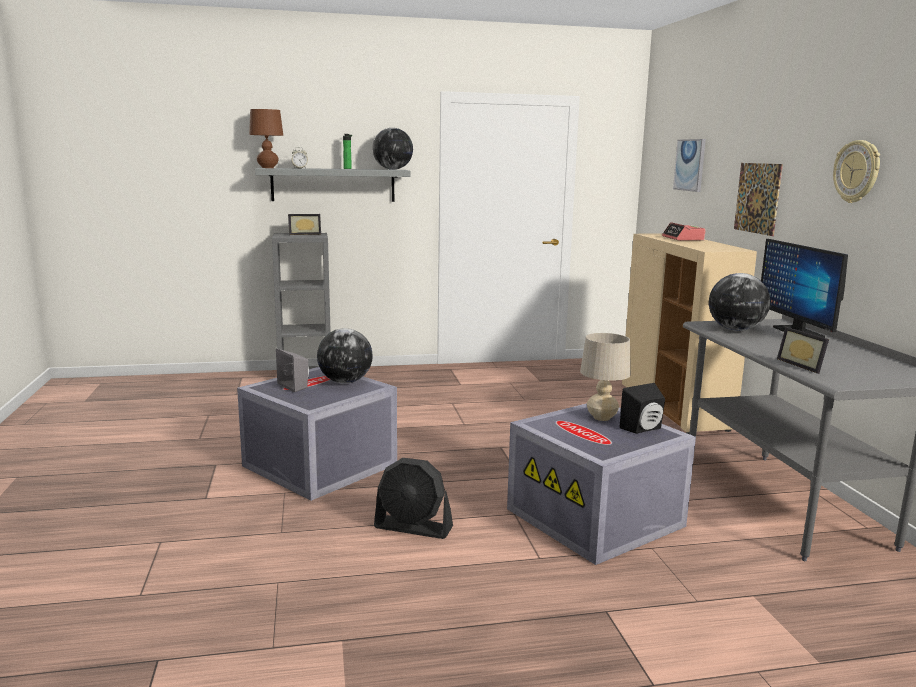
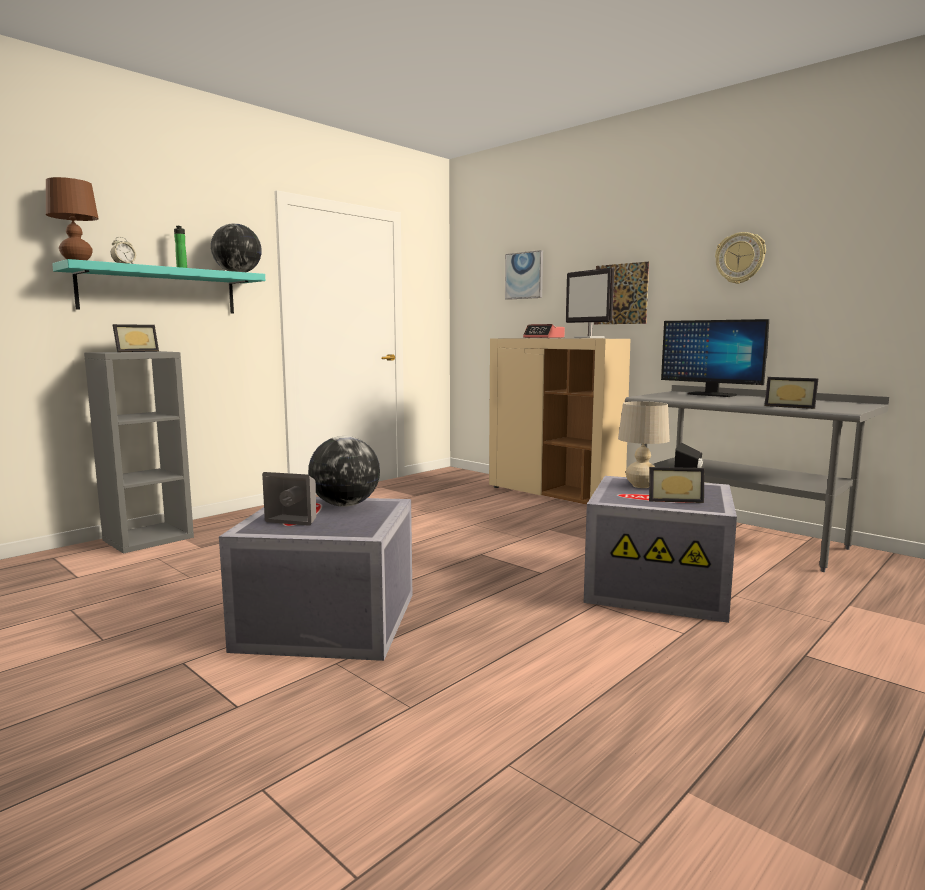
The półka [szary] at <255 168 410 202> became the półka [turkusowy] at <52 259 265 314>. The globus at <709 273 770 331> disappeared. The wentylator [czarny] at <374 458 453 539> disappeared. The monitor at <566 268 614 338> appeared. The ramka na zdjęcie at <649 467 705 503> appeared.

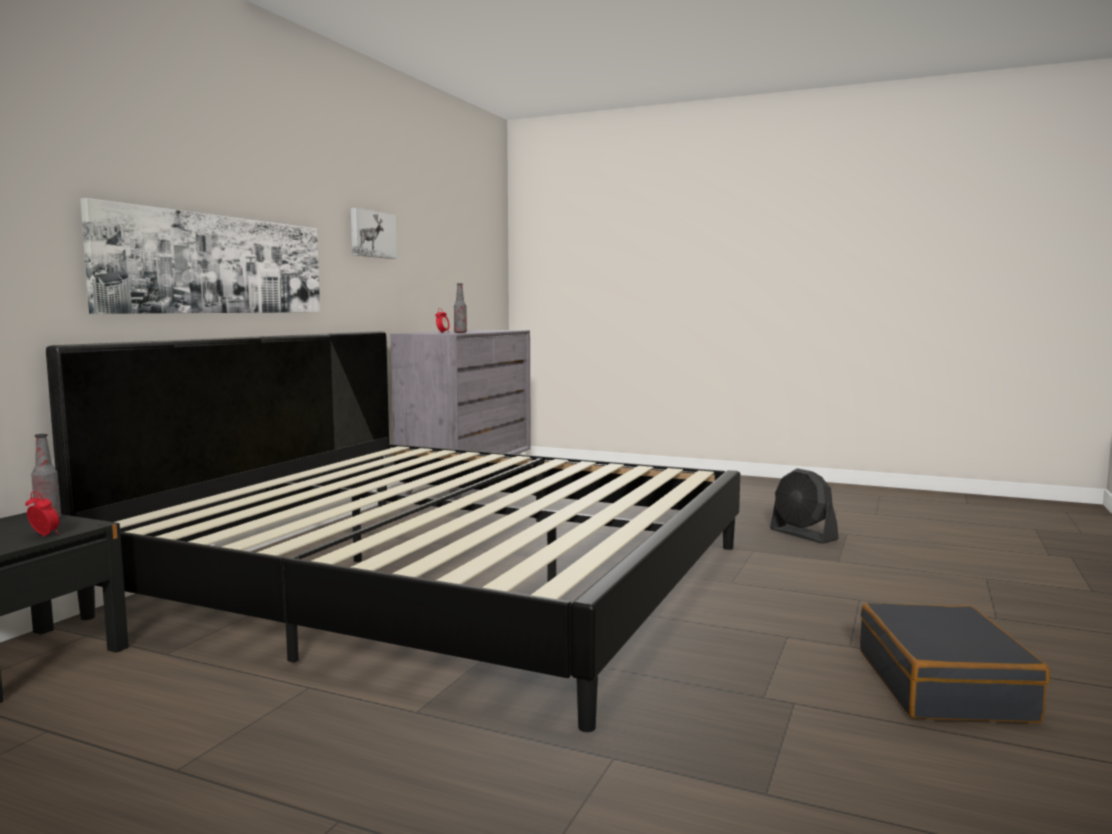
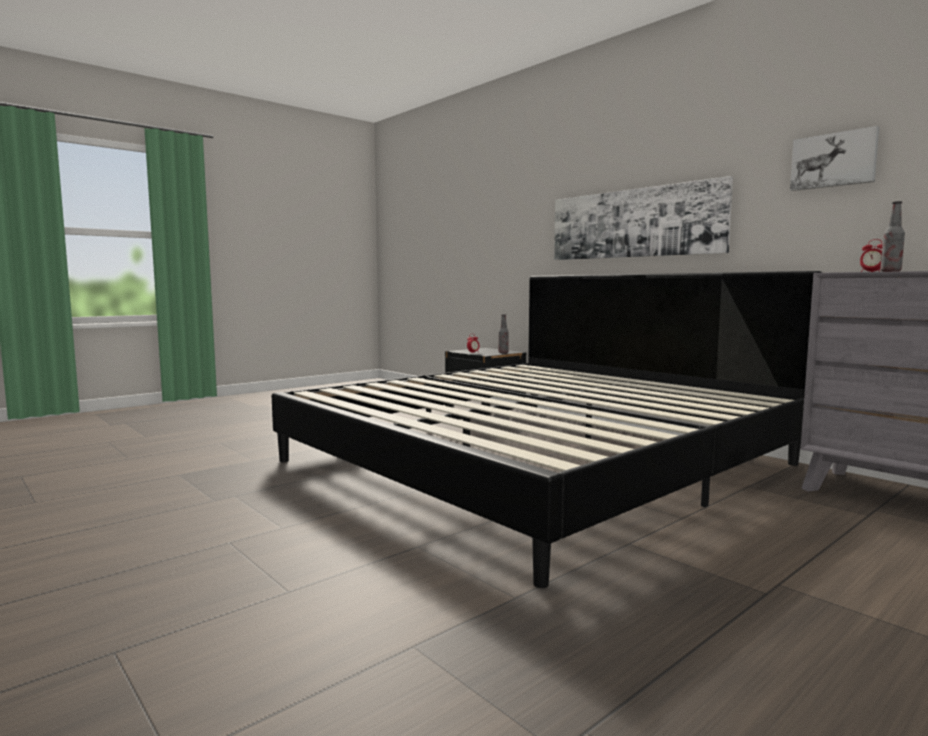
The wentylator [czarny] at <770 468 839 544> disappeared. The walizka [czarny] at <860 603 1050 723> disappeared.

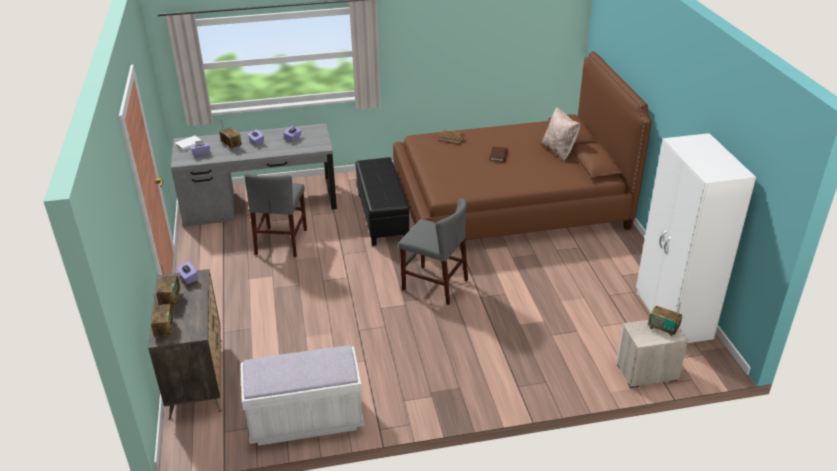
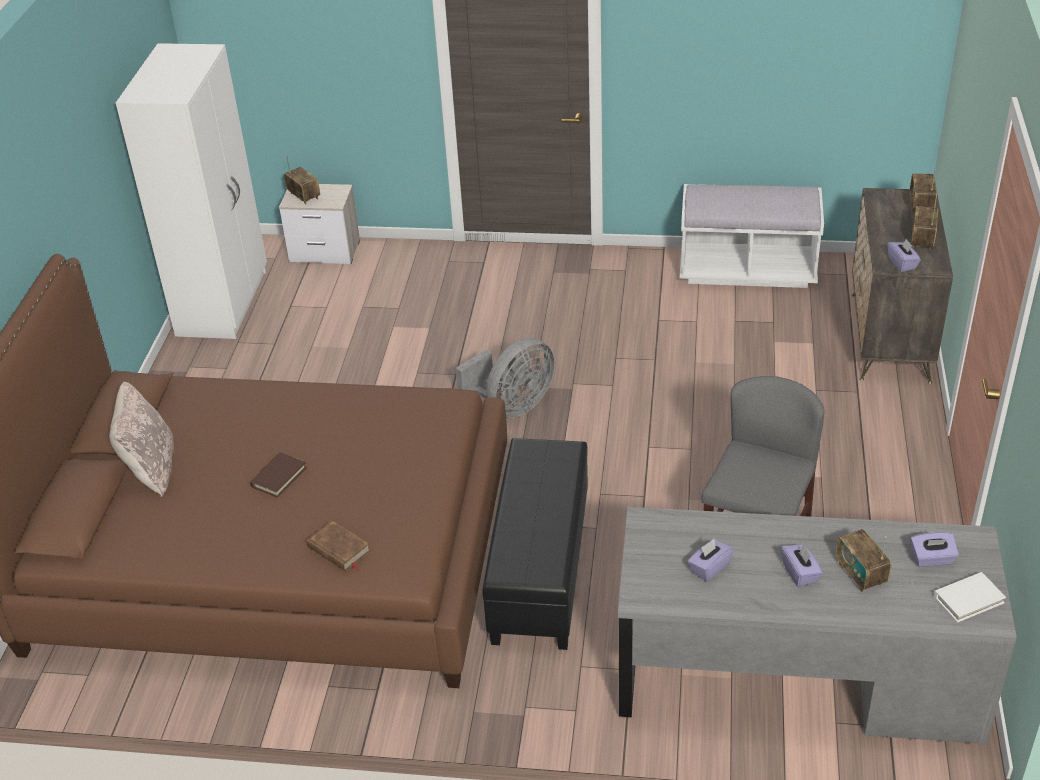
The krzesło [szary] at <399 198 468 305> was replaced by the wentylator [szary] at <456 338 555 418>.

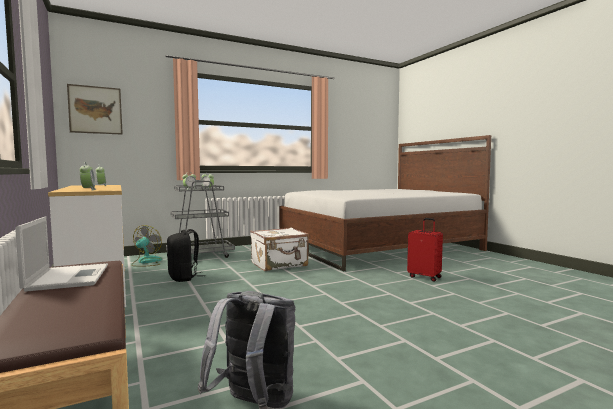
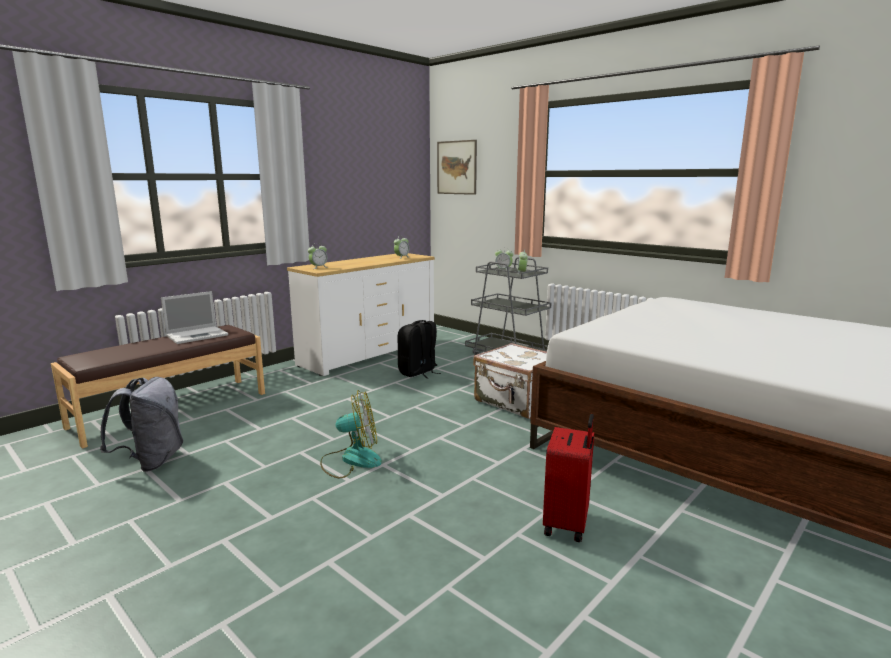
The wentylator moved from <131 225 162 267> to <320 390 382 478>.

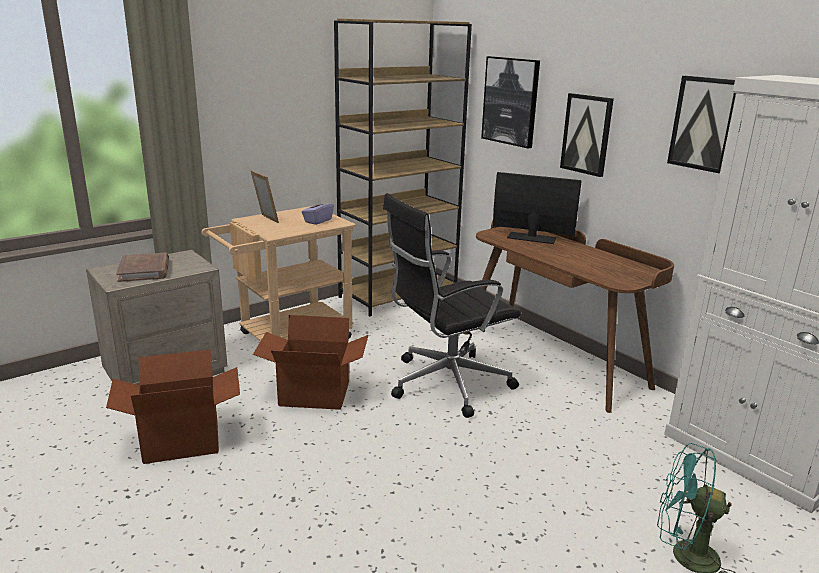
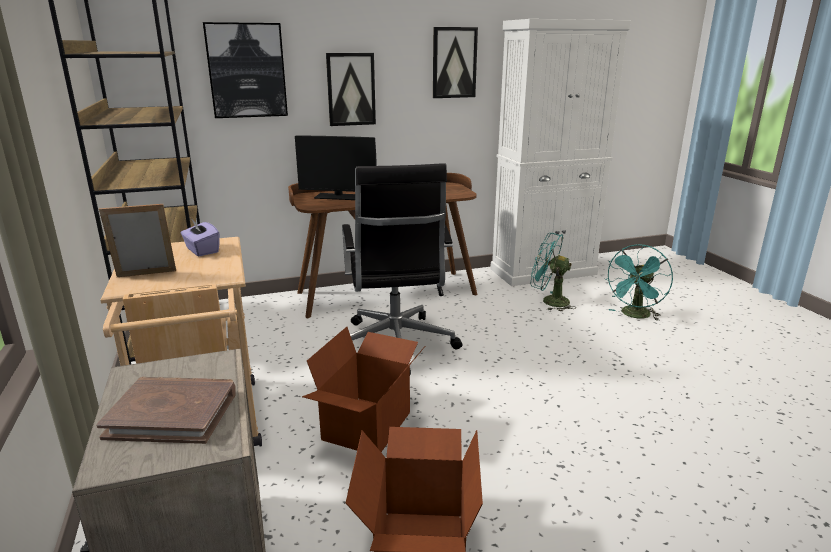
The monitor at <493 172 582 244> turned 120 degrees counterclockwise. The wentylator [turkusowy] at <531 233 576 311> appeared.

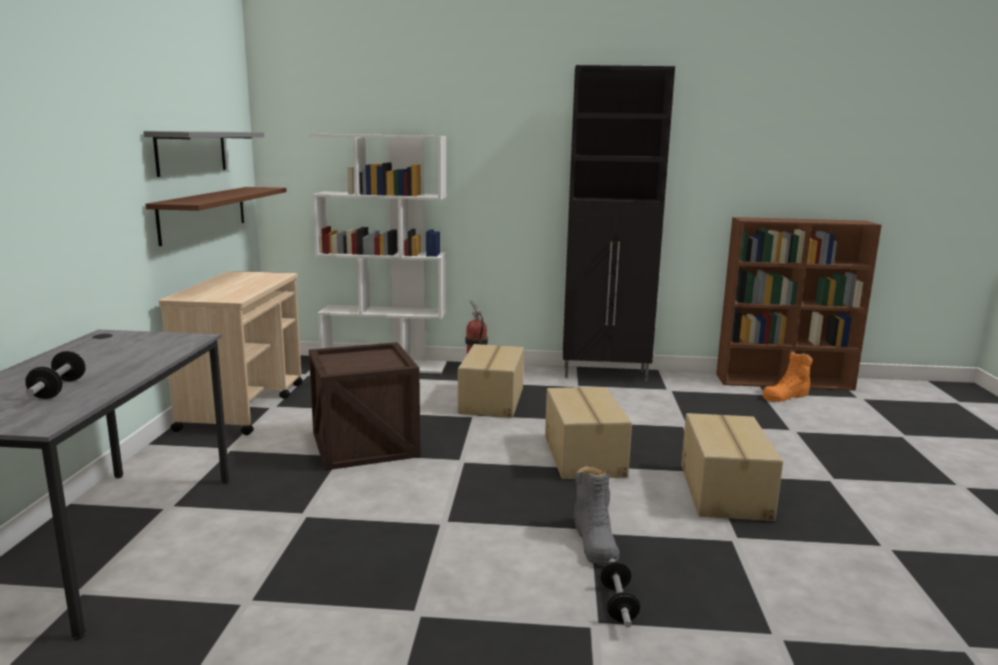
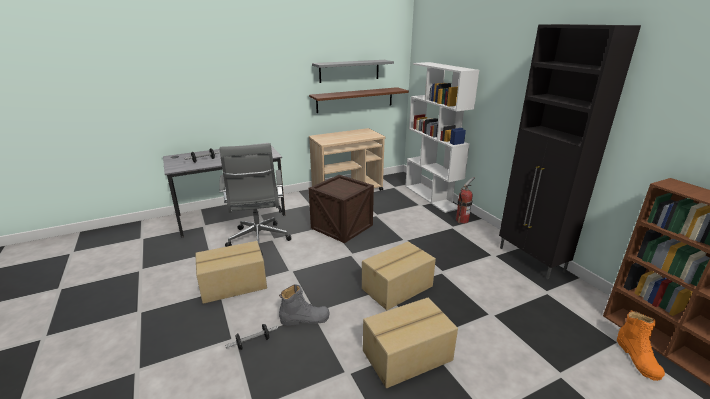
The karton moved from <458 344 524 418> to <195 241 267 304>. The but z cholewką [pomarańczowy] at <763 351 812 402> turned 120 degrees counterclockwise. The but z cholewką [szary] at <574 465 620 566> turned 150 degrees counterclockwise. The krzesło biurowe [szary] at <219 143 292 255> appeared.

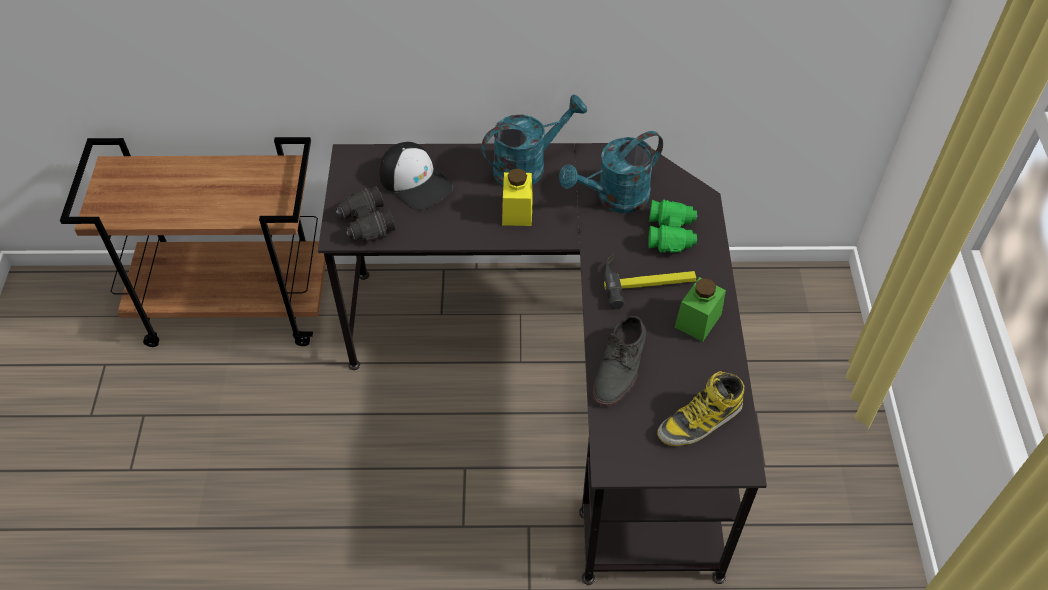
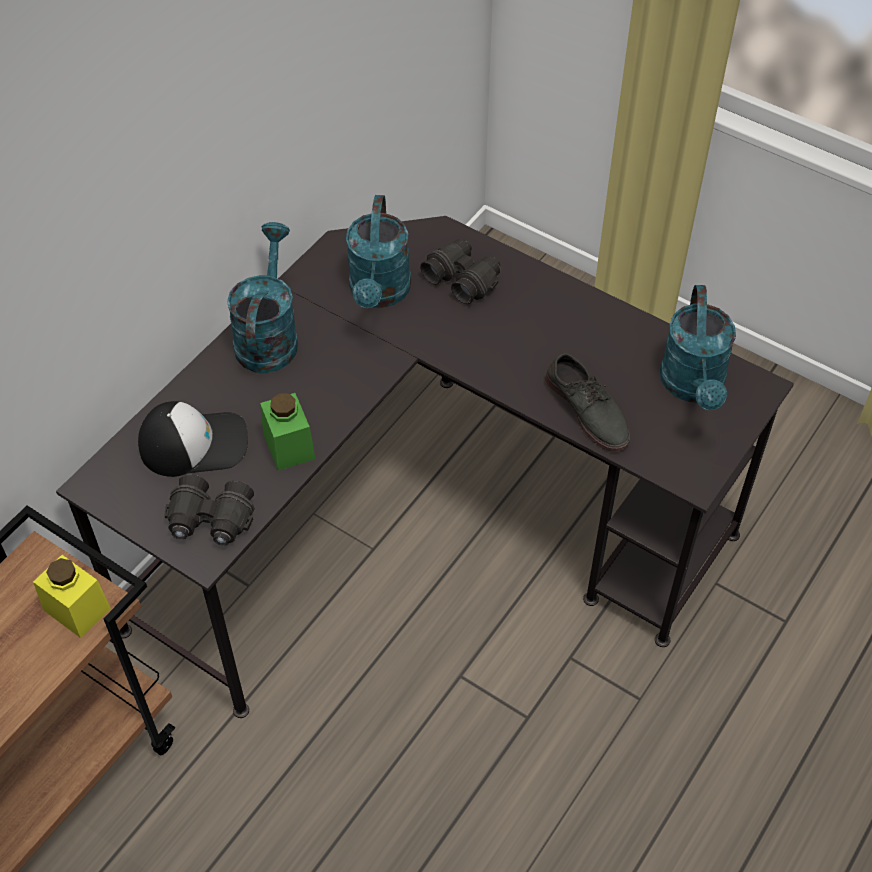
The słoik [żółty] moved from <502 168 533 226> to <33 555 111 638>. The lornetka [zielony] at <648 200 697 253> became the lornetka [czarny] at <420 239 500 304>. The młotek at <604 254 696 309> disappeared. The słoik [zielony] moved from <675 277 726 342> to <260 393 316 471>. The but z cholewką at <657 371 745 446> was replaced by the konewka [turkusowy] at <660 285 736 410>.

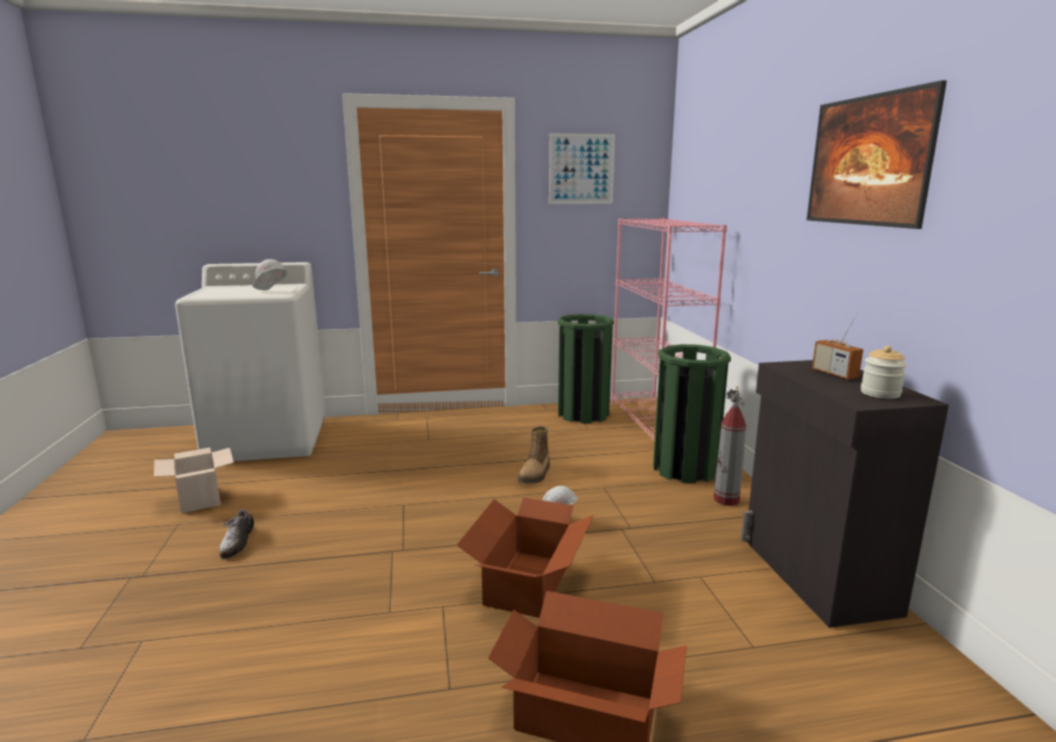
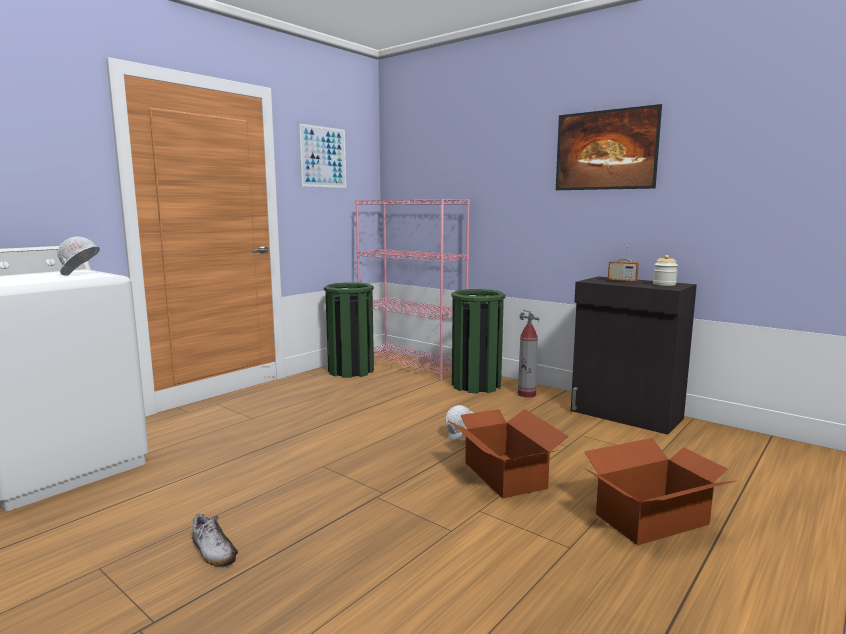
The but z cholewką at <518 426 550 484> disappeared. The karton at <154 447 234 513> disappeared.

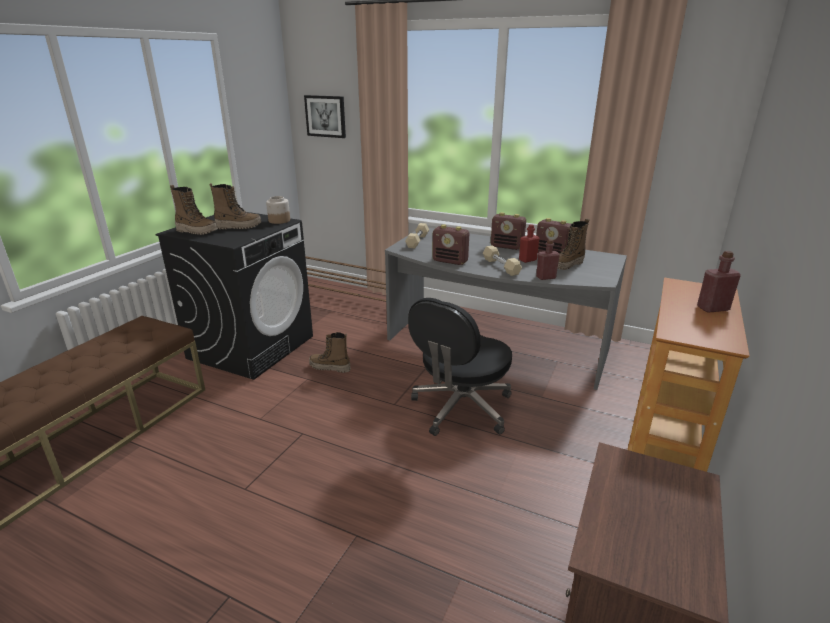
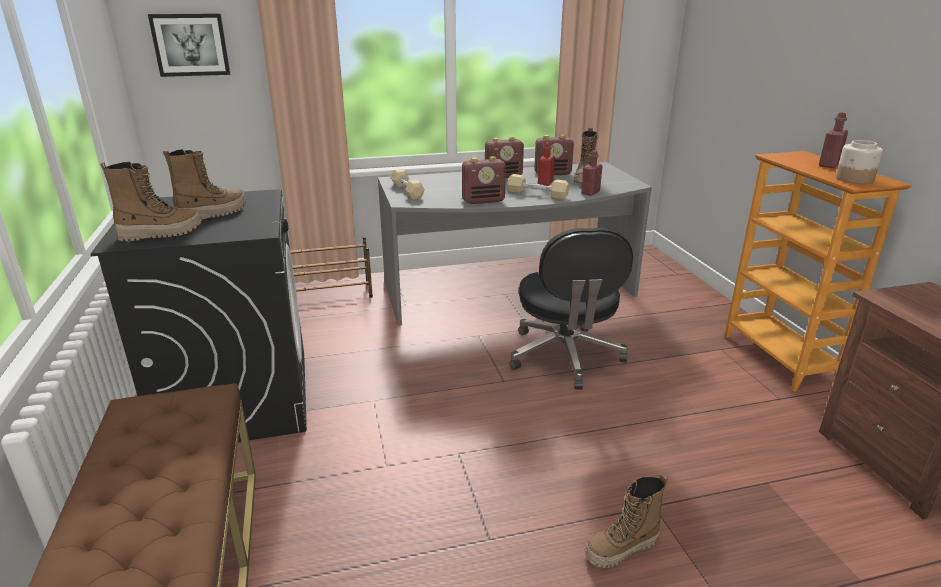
The słoik moved from <266 196 290 224> to <836 140 883 184>. The but z cholewką moved from <309 332 351 373> to <585 474 668 568>.

